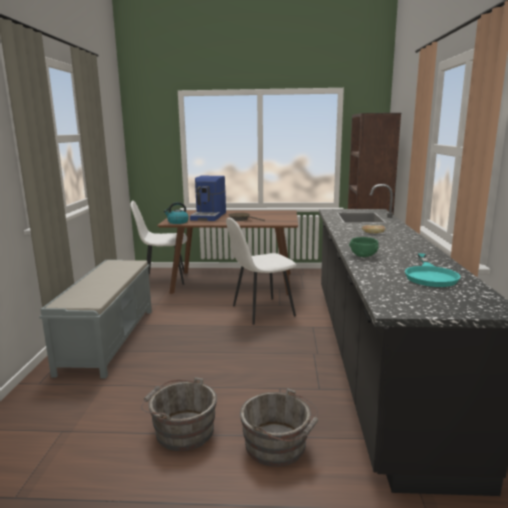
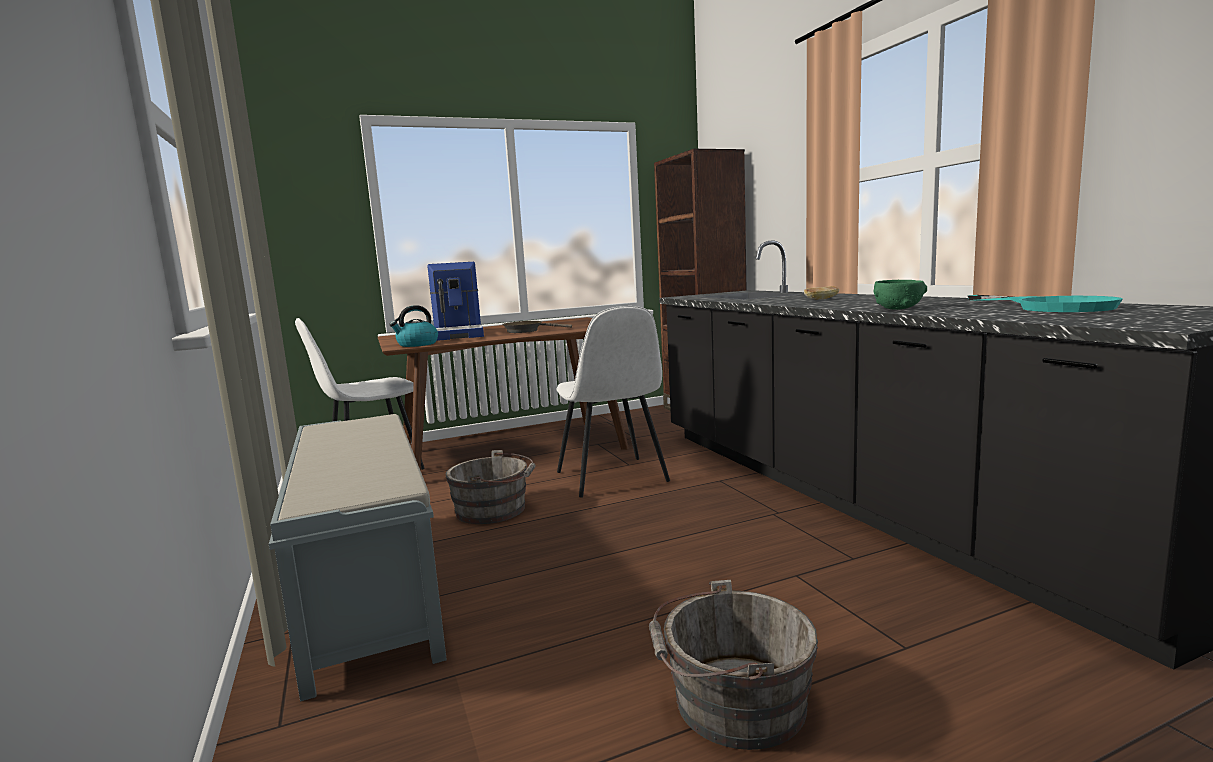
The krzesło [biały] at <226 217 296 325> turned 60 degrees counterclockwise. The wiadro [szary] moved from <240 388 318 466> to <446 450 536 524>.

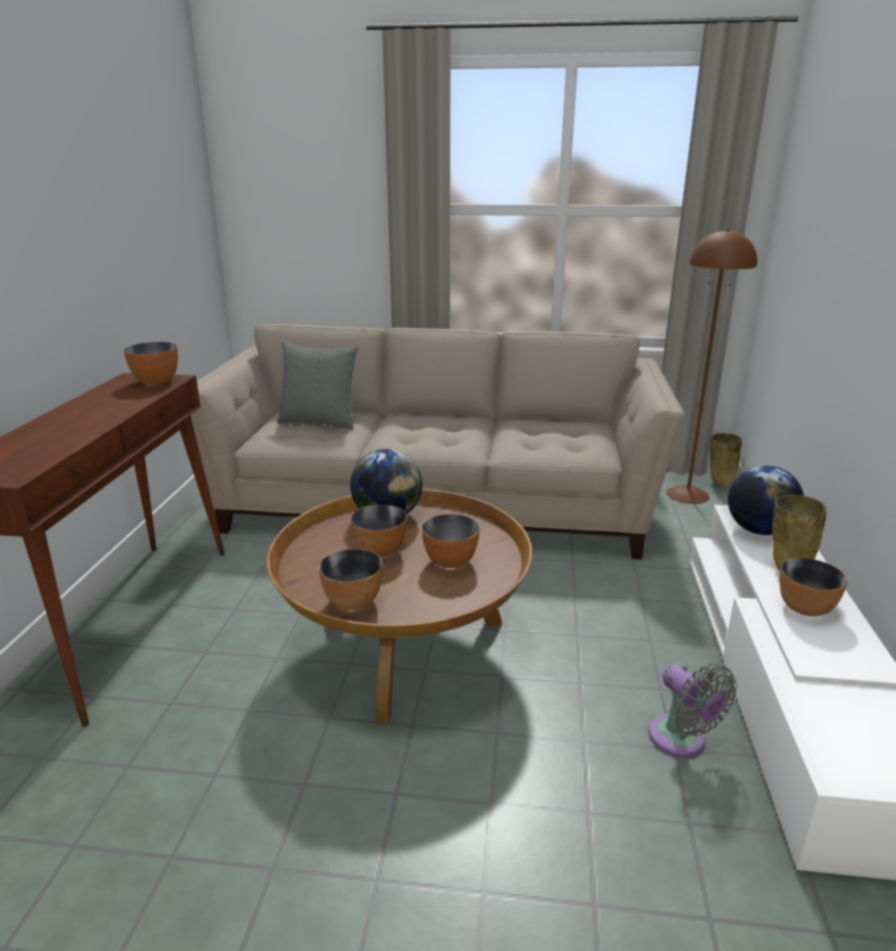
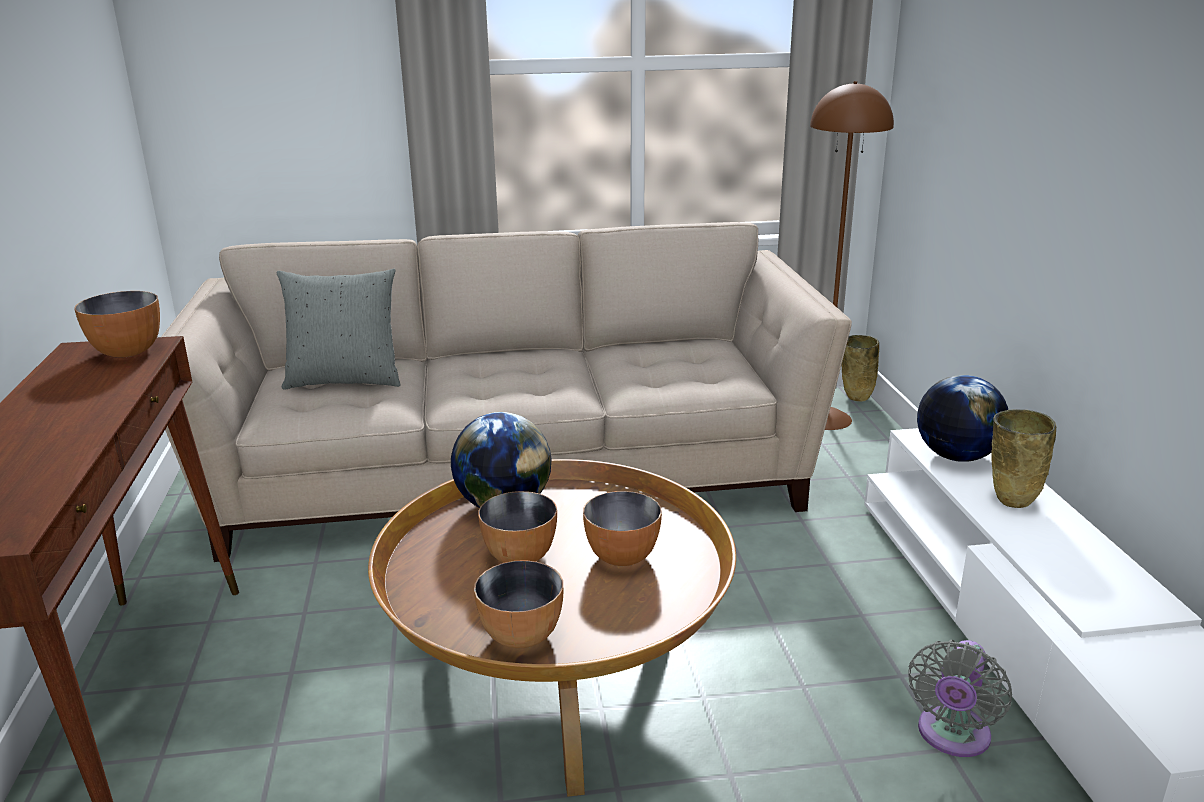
The miska at <779 558 848 616> disappeared. The wentylator [szary] at <648 664 737 757> turned 75 degrees clockwise.

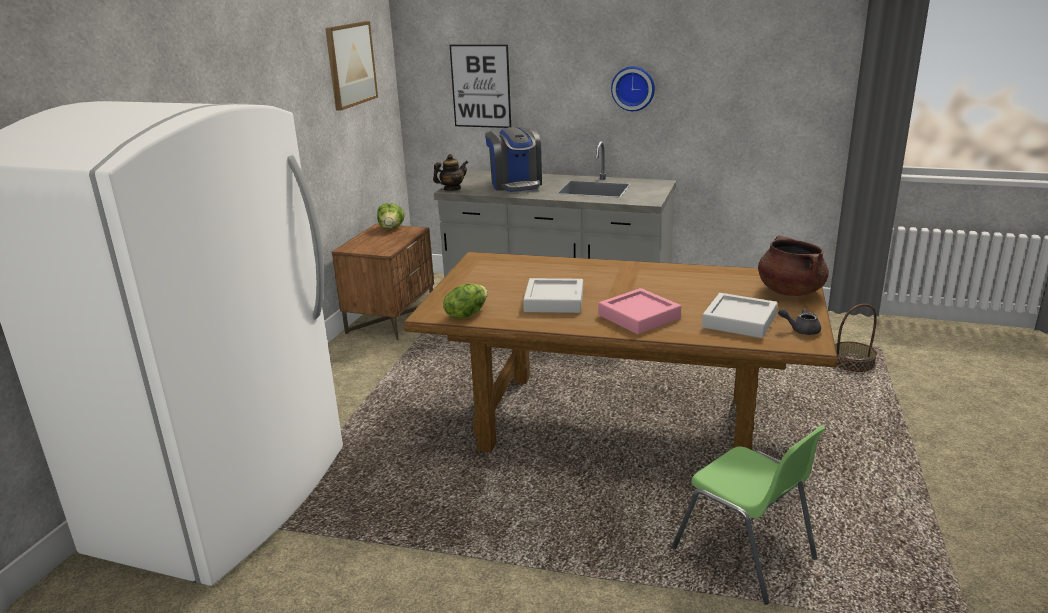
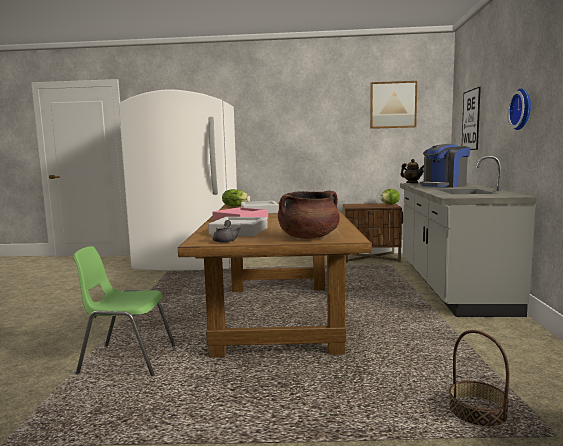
The krzesło [zielony] at <672 426 826 604> turned 60 degrees clockwise.

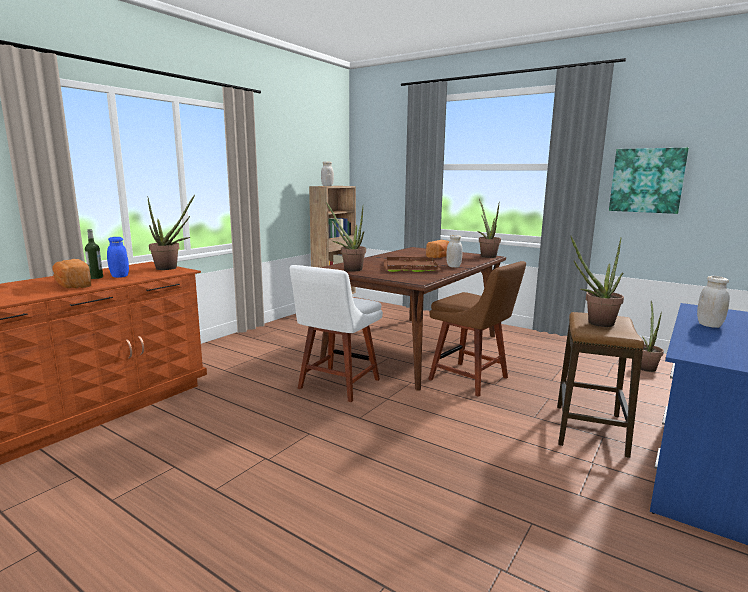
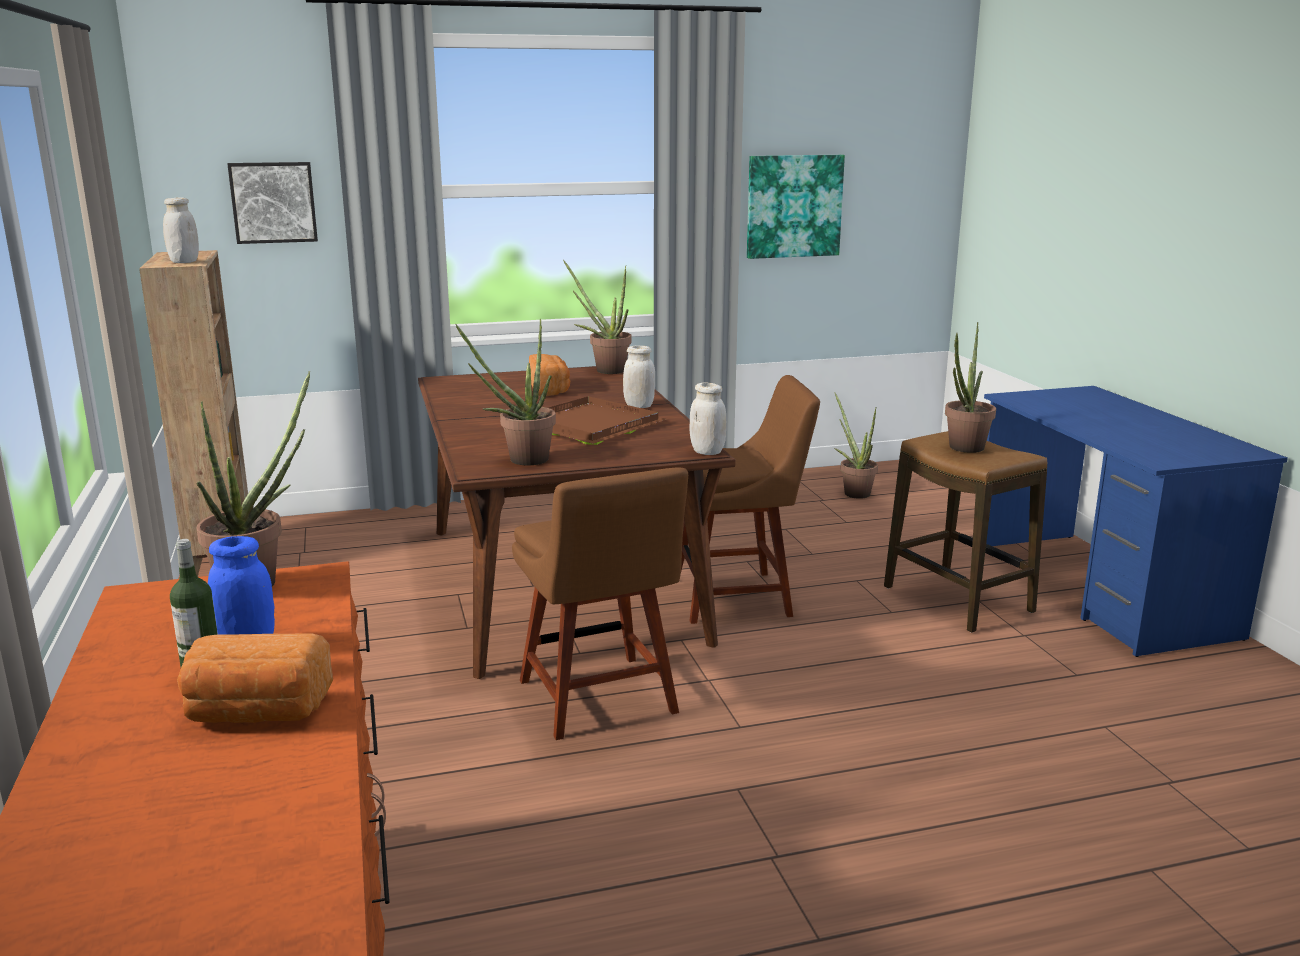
The krzesło [biały] at <289 265 383 402> became the krzesło [brązowy] at <512 467 688 740>. The słoik [biały] moved from <697 276 730 328> to <690 382 726 455>. The obraz at <227 162 318 244> appeared.

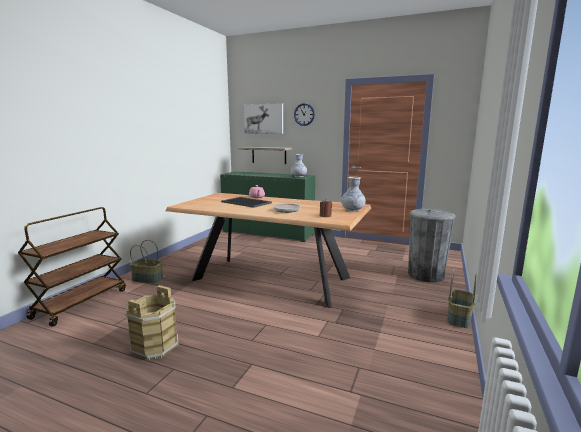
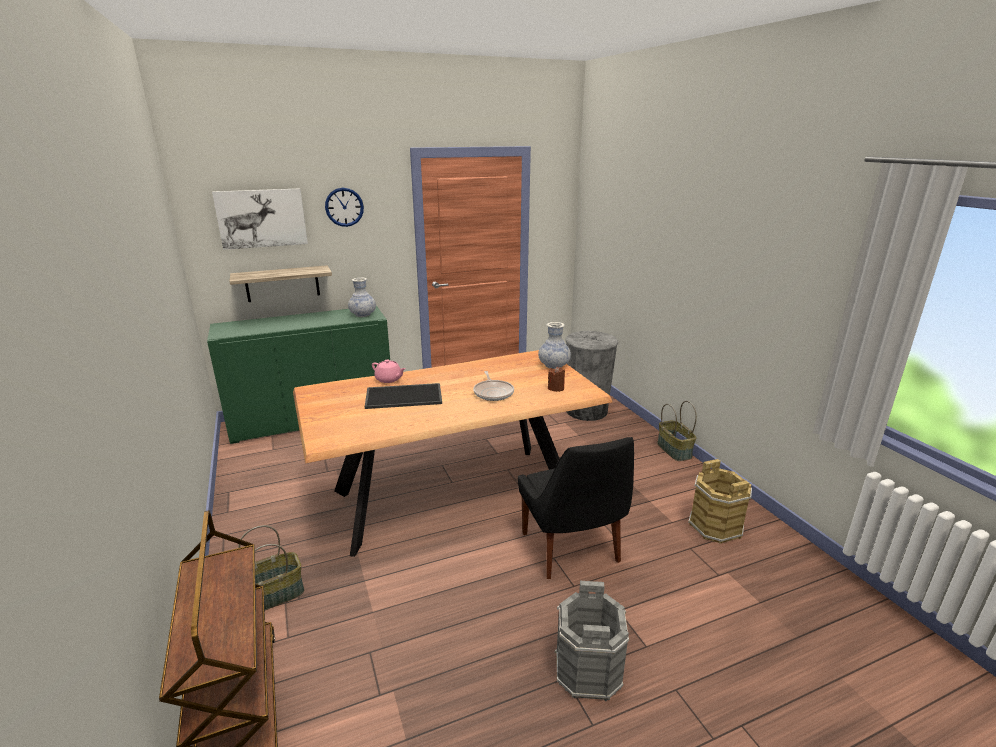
The wiadro [brązowy] moved from <125 285 179 360> to <688 459 752 544>. The krzesło [czarny] at <518 437 634 579> appeared. The wiadro [szary] at <555 581 629 701> appeared.

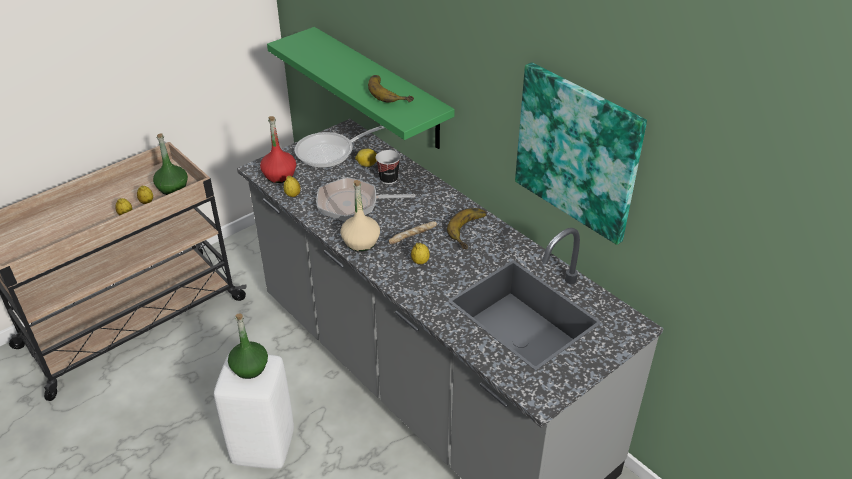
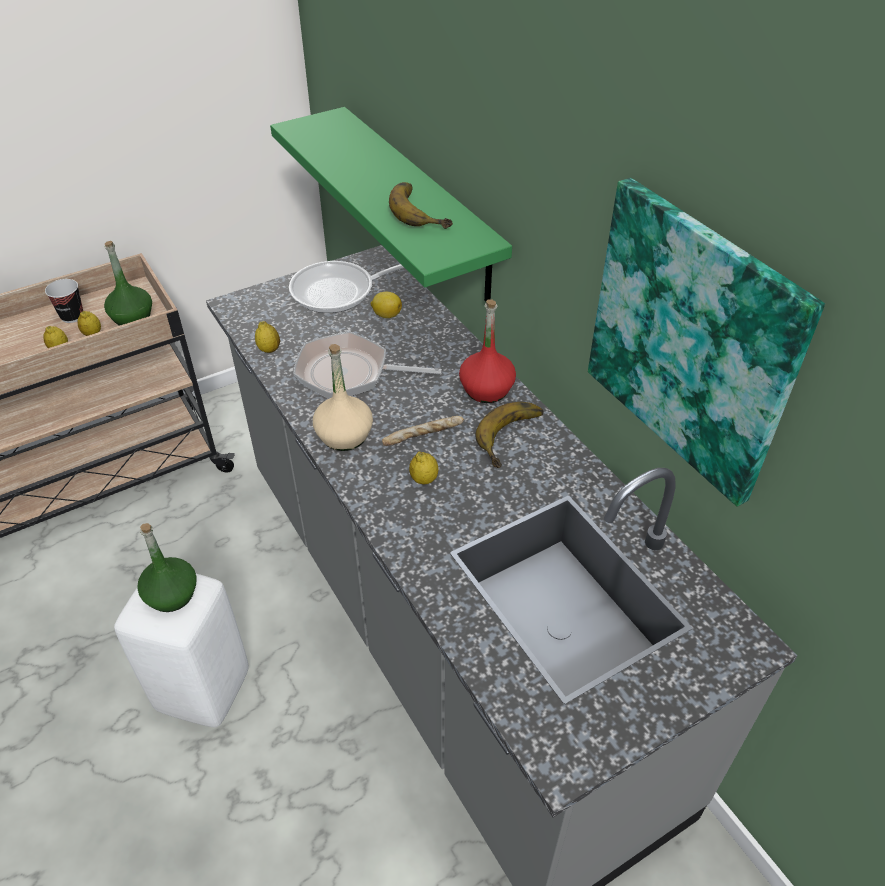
The butelka [czerwony] moved from <260 116 296 183> to <459 299 516 403>. The filiżanka moved from <376 150 400 184> to <45 279 83 323>.

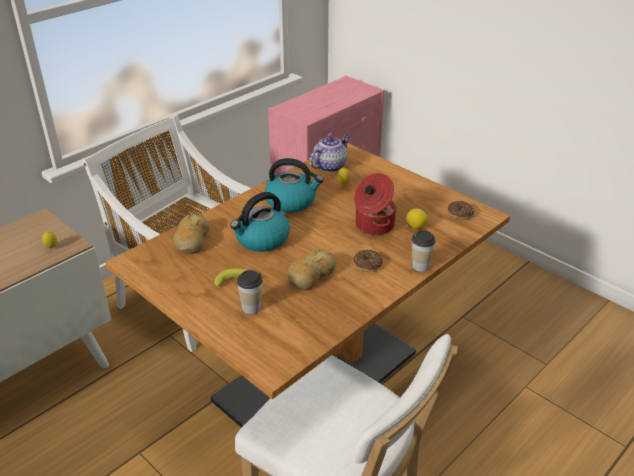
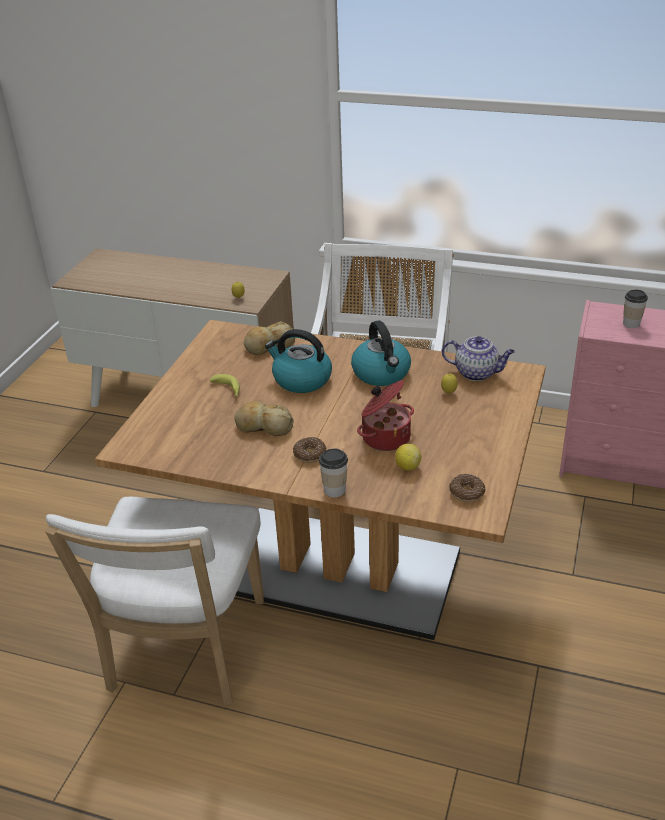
The filiżanka moved from <237 270 263 314> to <623 289 648 328>.

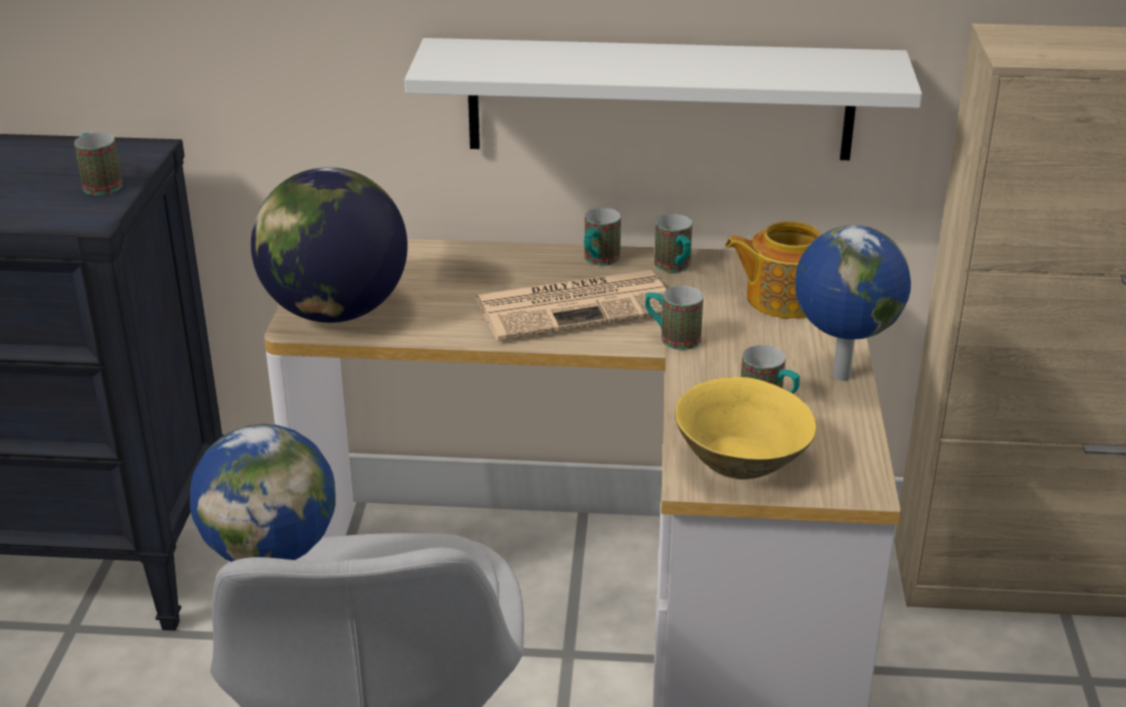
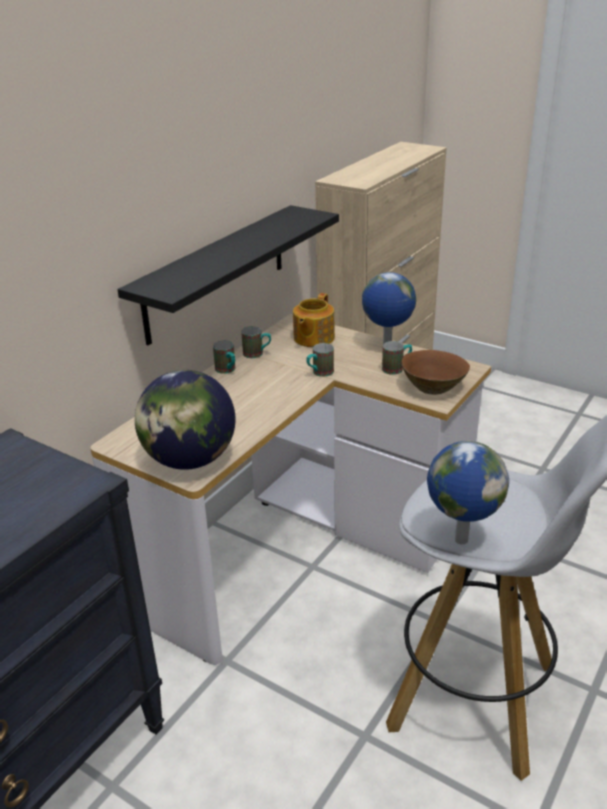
The półka [biały] at <404 38 922 160> became the półka [czarny] at <117 205 339 345>. The kubek at <74 133 123 195> disappeared. The gazeta at <474 270 667 341> disappeared. The miska [żółty] at <675 377 816 480> became the miska [brązowy] at <402 350 470 395>.

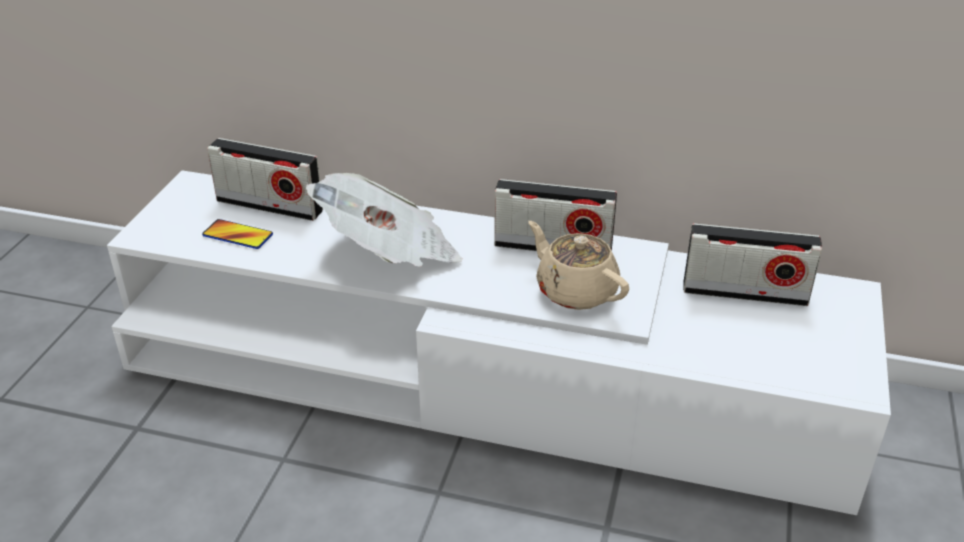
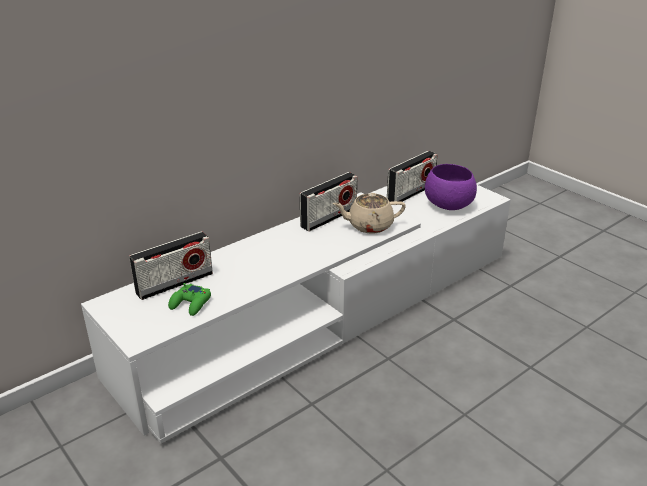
The gazeta at <306 173 463 267> disappeared. The telefon at <202 219 273 249> was replaced by the pad do gier [zielony] at <168 283 211 316>. The miska [fioletowy] at <425 164 477 210> appeared.

